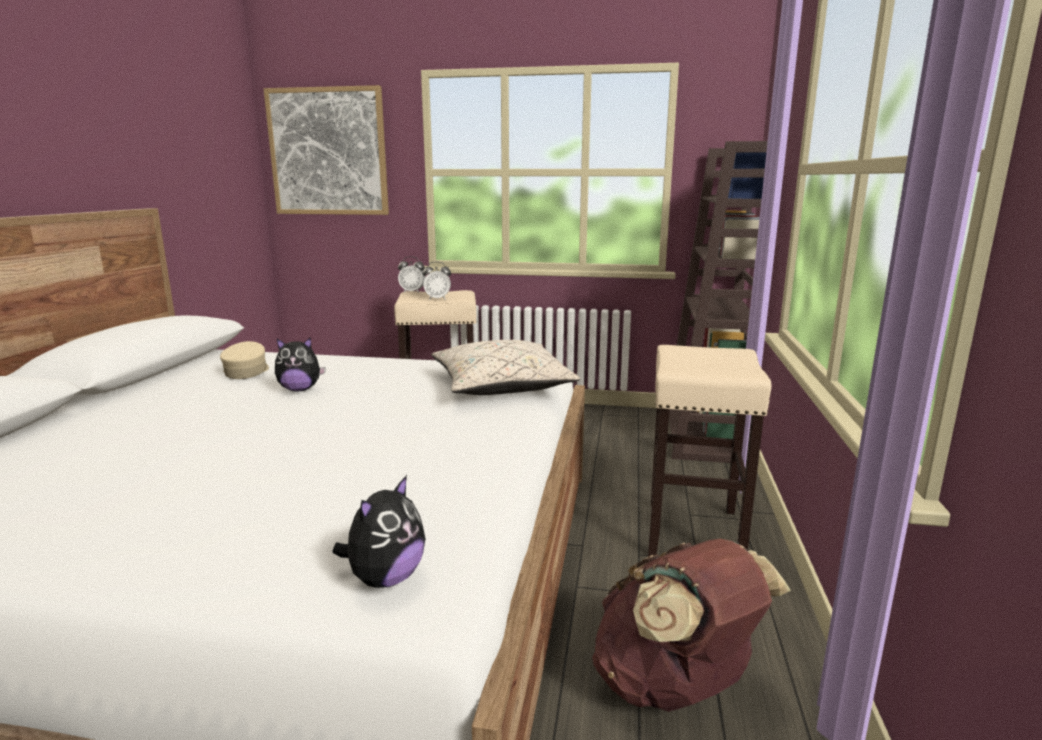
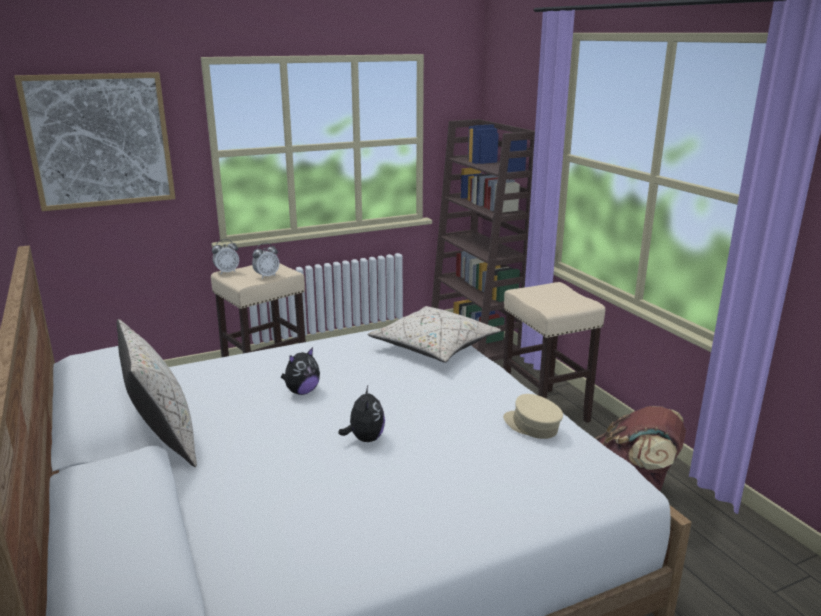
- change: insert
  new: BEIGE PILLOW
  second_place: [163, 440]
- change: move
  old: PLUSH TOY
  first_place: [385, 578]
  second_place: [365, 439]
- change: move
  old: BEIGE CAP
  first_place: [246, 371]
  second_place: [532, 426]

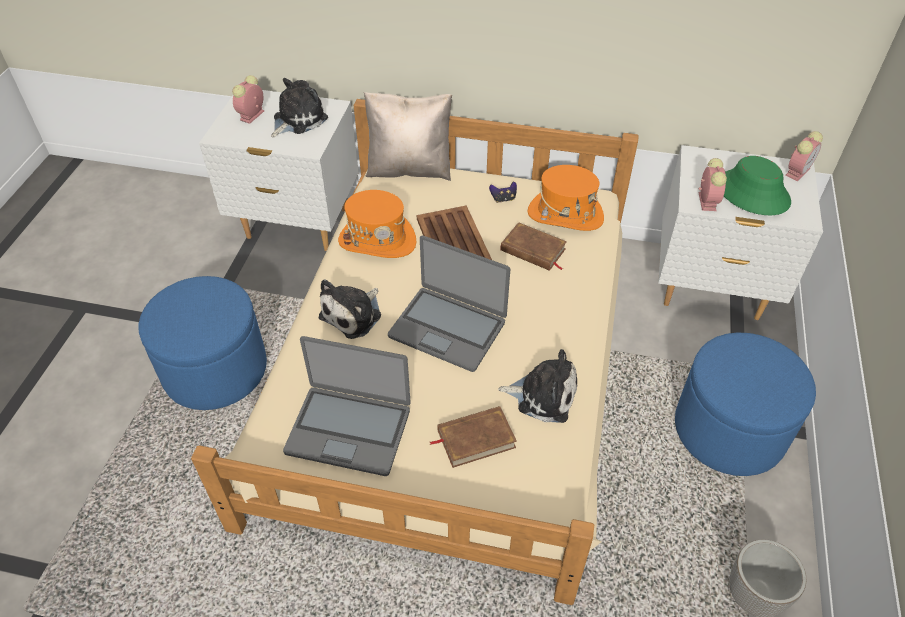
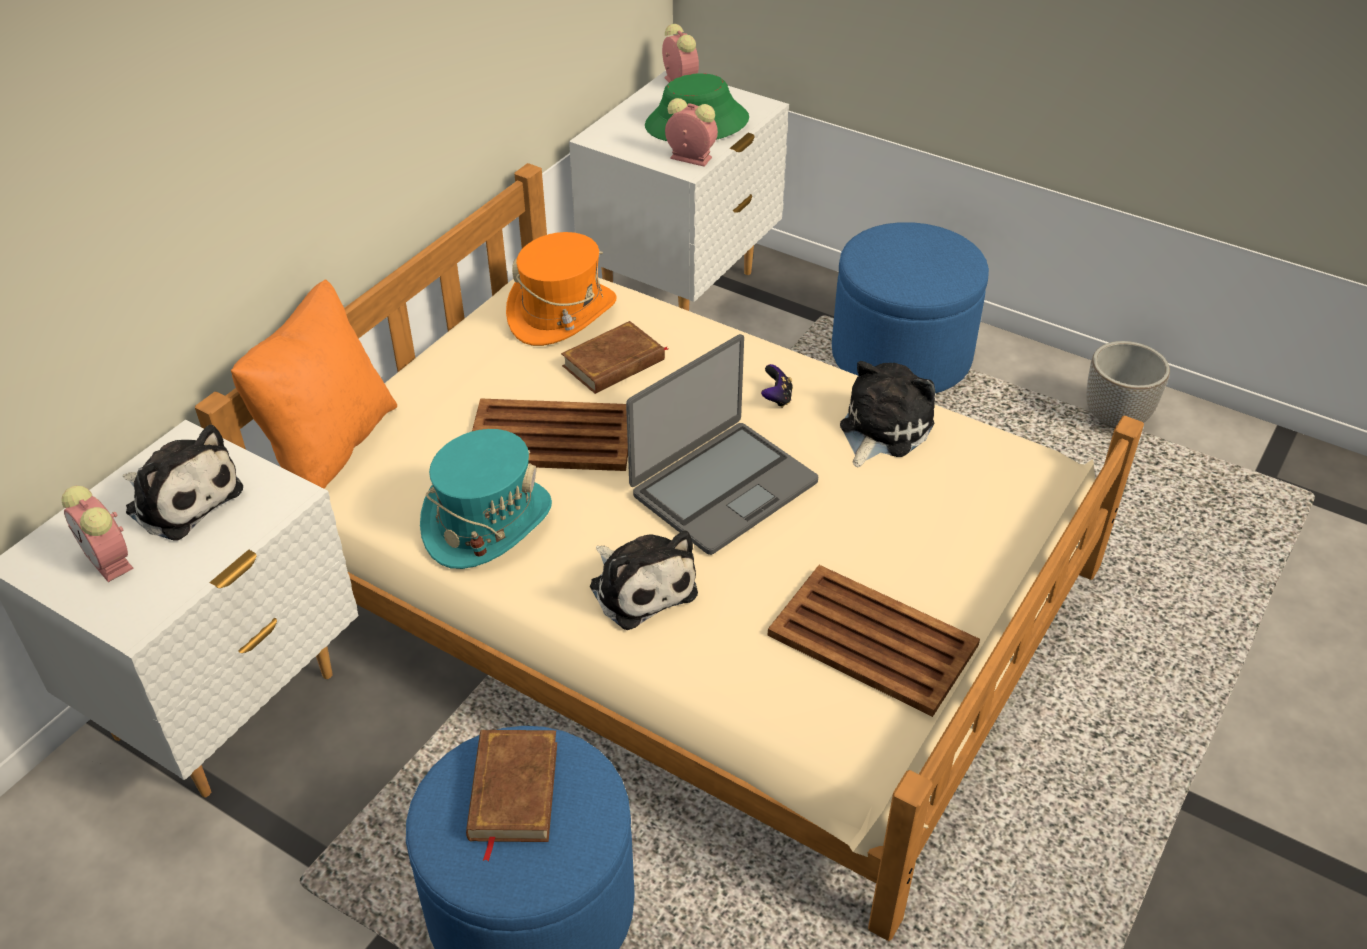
- change: rotate
  old: PLUSH TOY
  first_place: [297, 119]
  second_place: [181, 498]
  degrees: 150
- change: recolor
  old: BEIGE PILLOW
  new: ORANGE PILLOW
  first_place: [409, 169]
  second_place: [329, 446]
- change: recolor
  old: ORANGE HAT
  new: TURQUOISE HAT
  first_place: [377, 241]
  second_place: [487, 522]
- change: move
  old: BROWN BOOK
  first_place: [475, 438]
  second_place: [512, 791]
- change: move
  old: GAME CONTROLLER
  first_place: [503, 199]
  second_place: [776, 398]
- change: replace
  old: LAPTOP
  new: BROWN TRAY
  first_place: [349, 429]
  second_place: [871, 639]

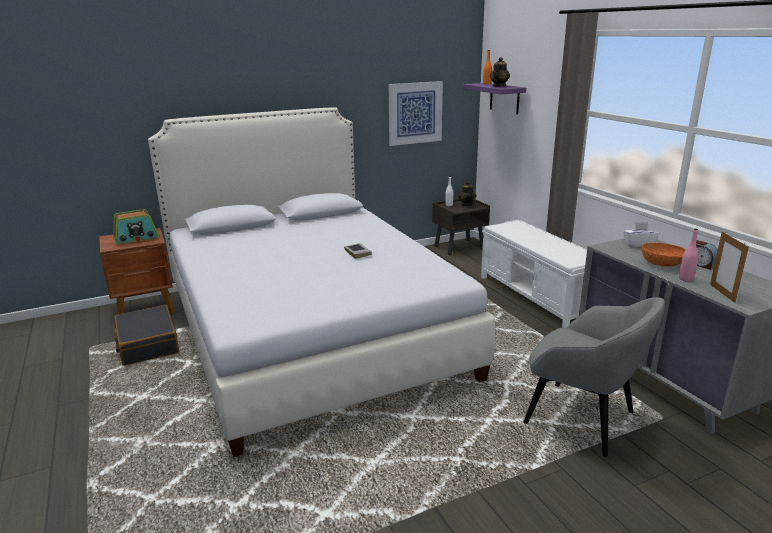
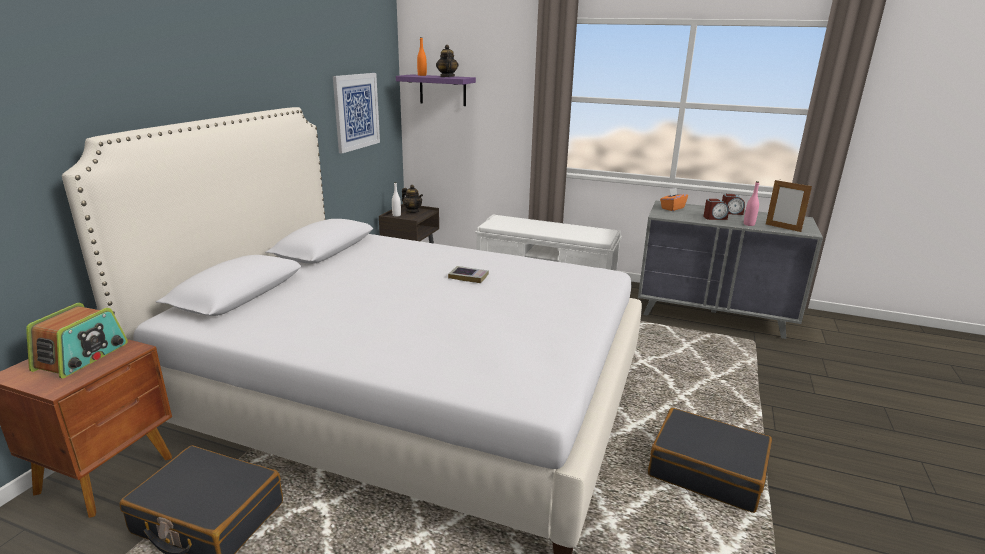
- change: insert
  new: BLACK SUITCASE
  second_place: [707, 470]
- change: recolor
  old: WHITE TISSUE BOX
  new: ORANGE TISSUE BOX
  first_place: [638, 244]
  second_place: [672, 208]
- change: replace
  old: ORANGE BOWL
  new: ALARM CLOCK
  first_place: [662, 263]
  second_place: [714, 218]
- change: delete
  old: GREY ARMCHAIR
  first_place: [582, 419]

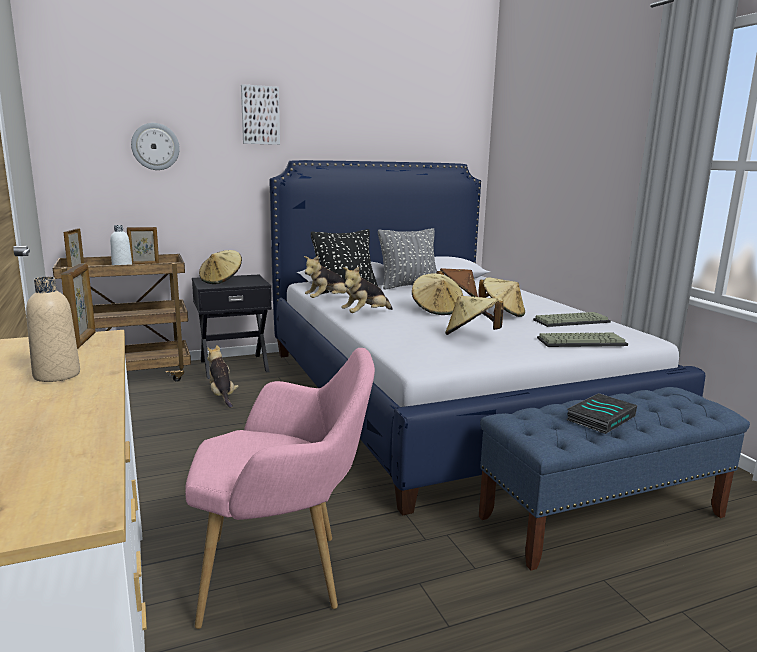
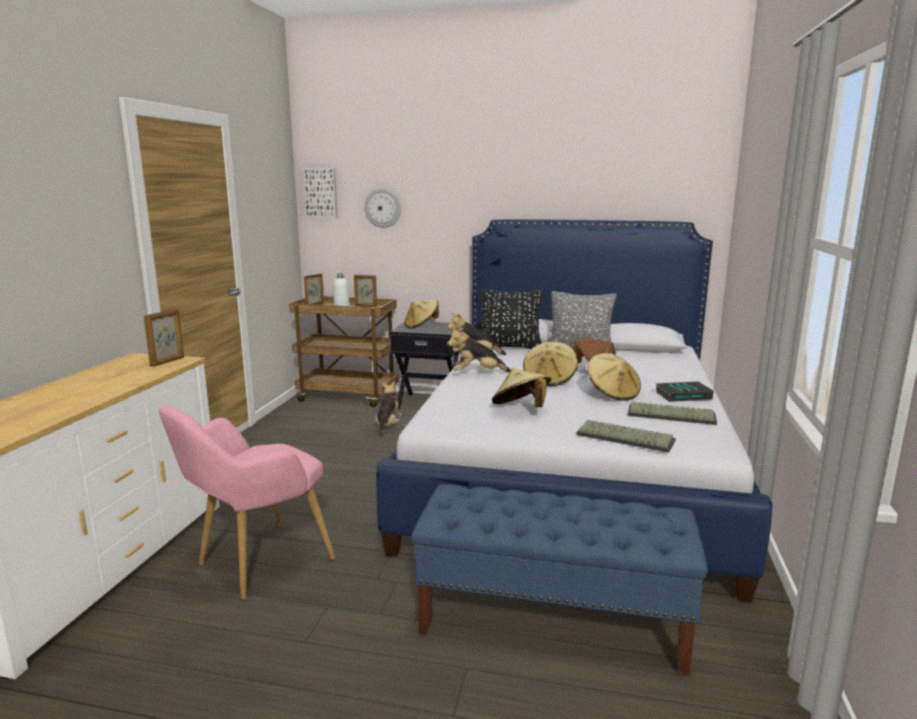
- change: rotate
  old: PINK ARMCHAIR
  first_place: [283, 575]
  second_place: [256, 564]
  degrees: 105
- change: move
  old: PICTURE
  first_place: [260, 115]
  second_place: [321, 193]
- change: move
  old: BOOK
  first_place: [600, 417]
  second_place: [683, 395]
- change: delete
  old: BEIGE BOTTLE
  first_place: [57, 375]

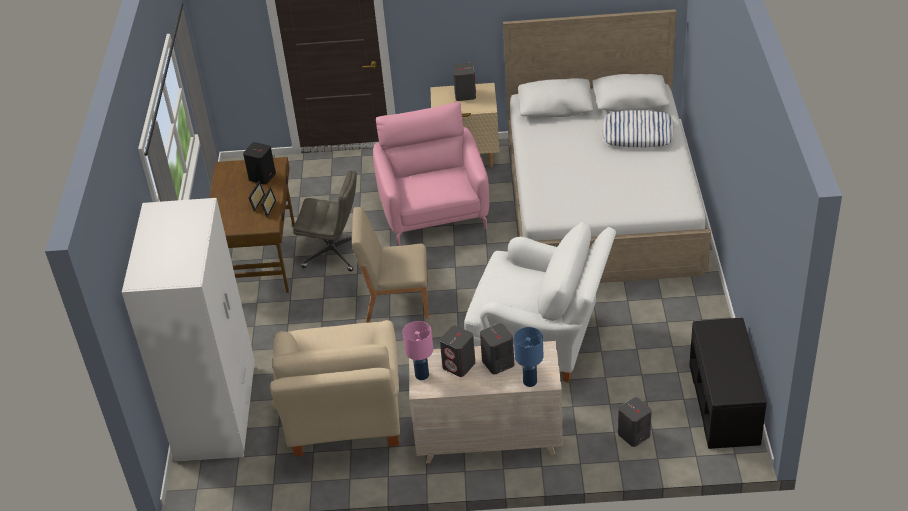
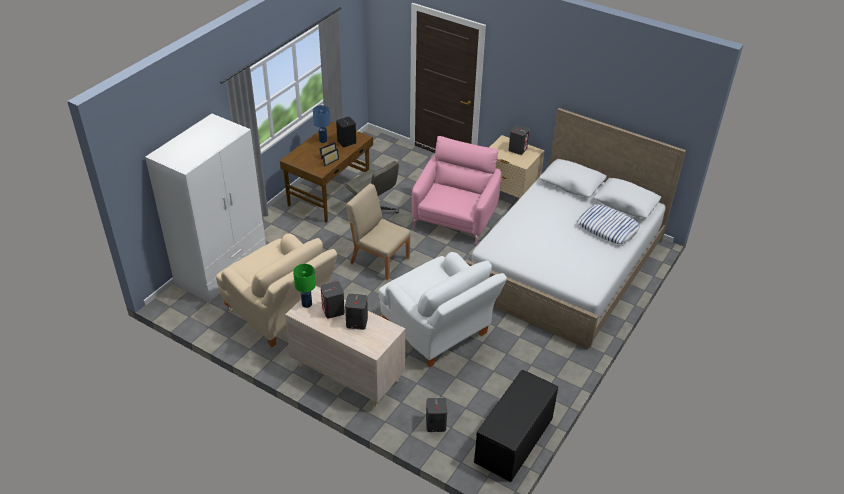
- change: rotate
  old: BEIGE ARMCHAIR
  first_place: [345, 420]
  second_place: [281, 313]
  degrees: -75
- change: recolor
  old: PINK TABLE LAMP
  new: GREEN TABLE LAMP
  first_place: [422, 375]
  second_place: [307, 304]
- change: move
  old: BLUE TABLE LAMP
  first_place: [530, 382]
  second_place: [323, 140]

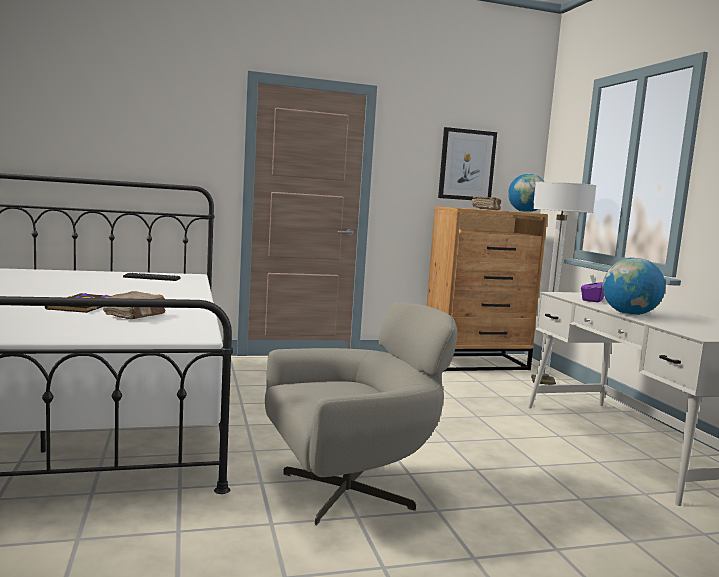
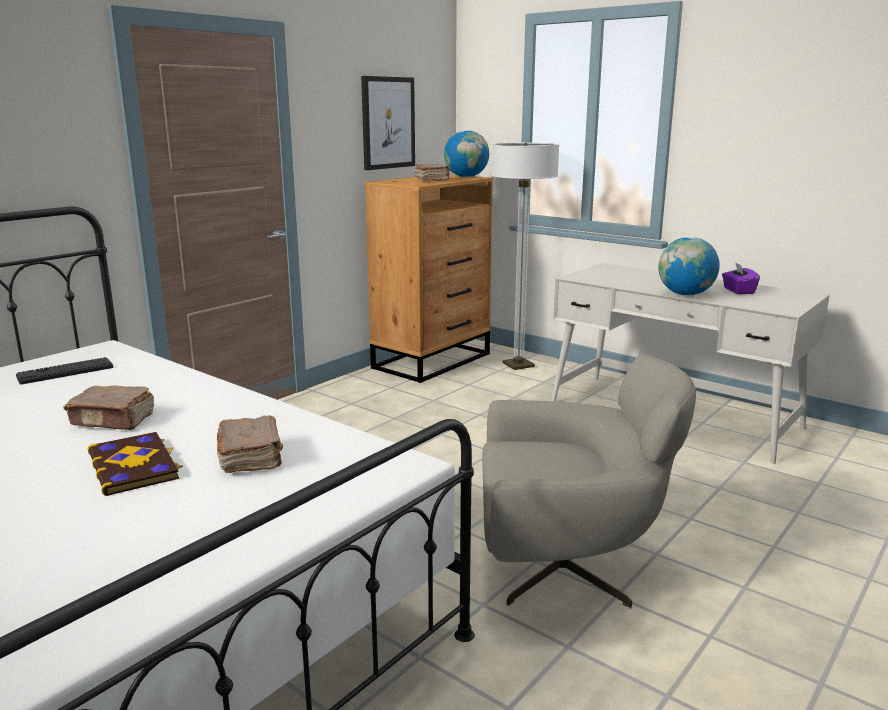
- change: insert
  new: BROWN BOOK
  second_place: [113, 420]
- change: rotate
  old: GREY ARMCHAIR
  first_place: [352, 490]
  second_place: [568, 569]
  degrees: 60
- change: move
  old: PURPLE TISSUE BOX
  first_place: [592, 300]
  second_place: [738, 291]

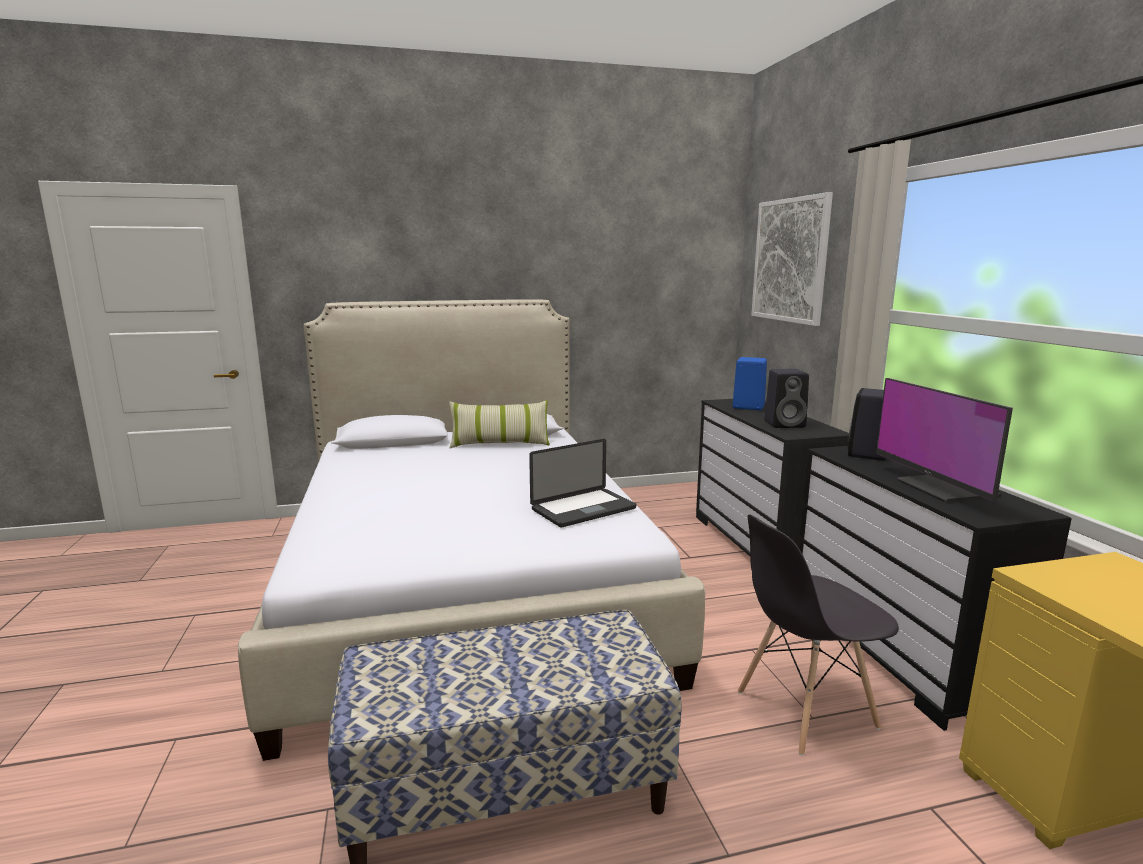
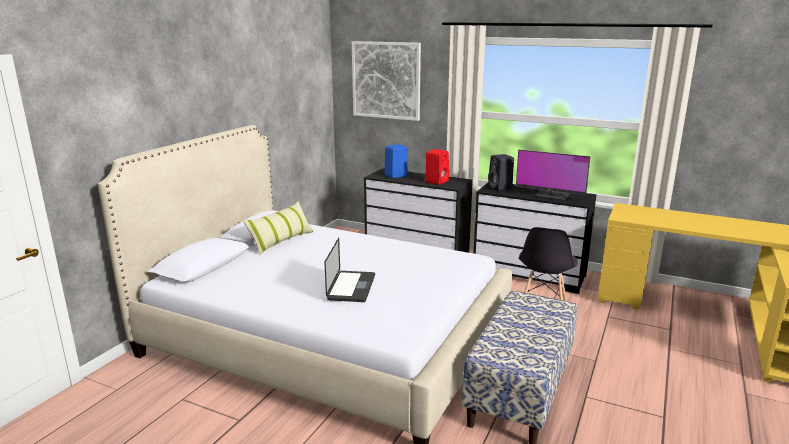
- change: move
  old: LAPTOP
  first_place: [583, 509]
  second_place: [351, 287]
- change: recolor
  old: BLACK SPEAKER
  new: RED SPEAKER
  first_place: [785, 424]
  second_place: [437, 181]

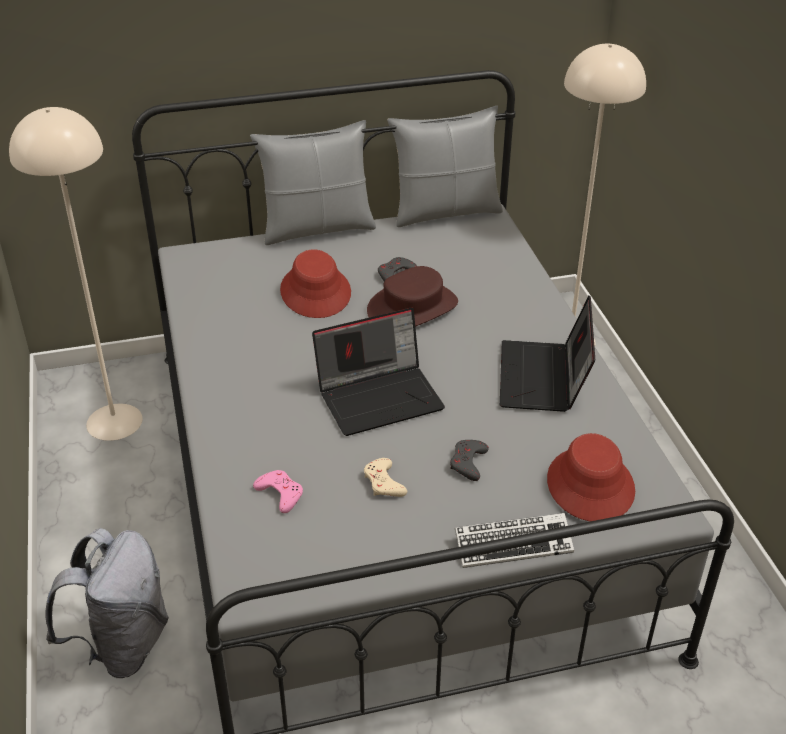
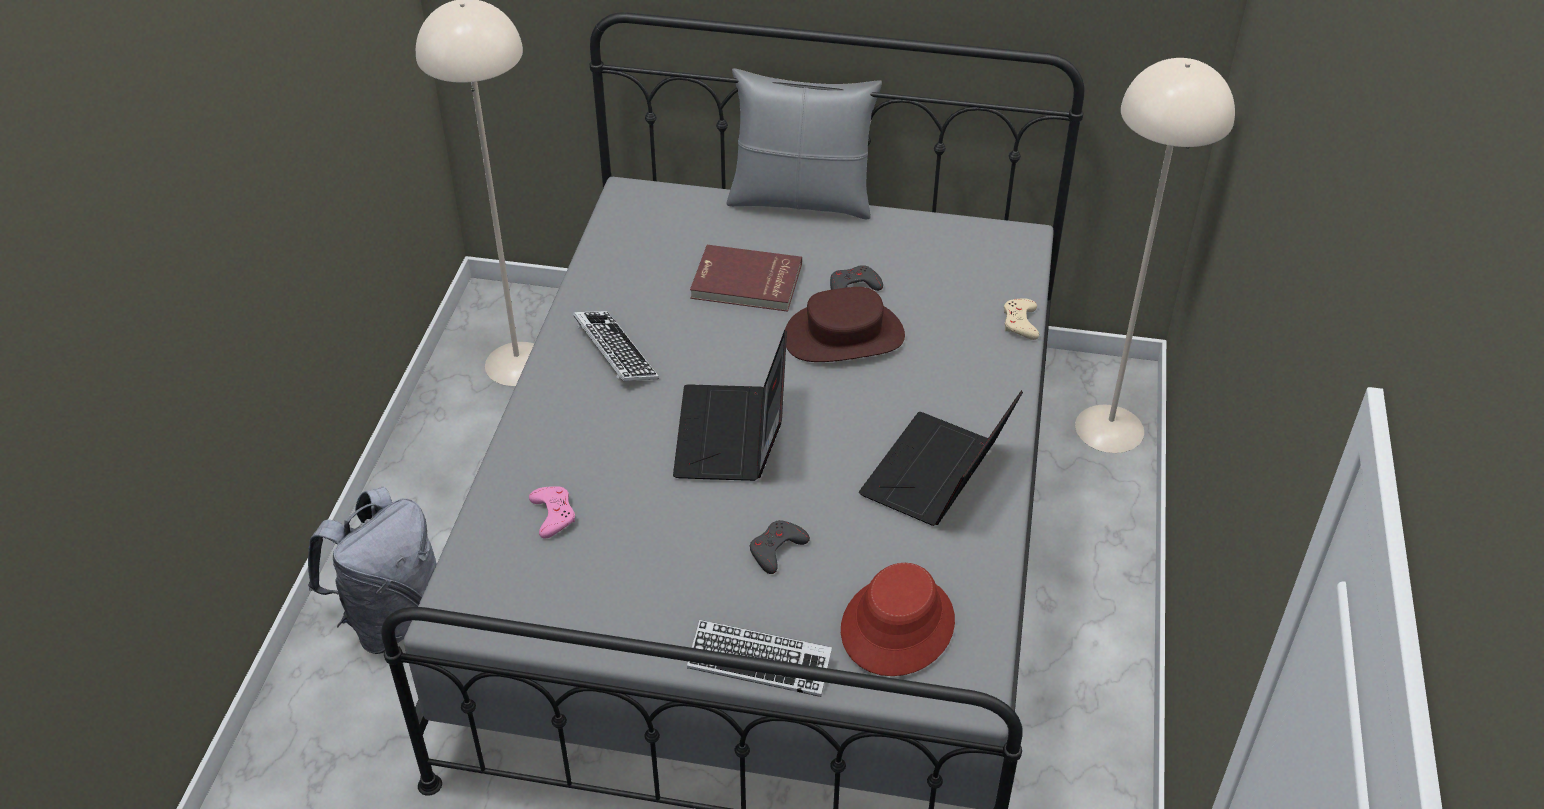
- change: insert
  new: KEYBOARD
  second_place: [615, 352]
- change: rotate
  old: LAPTOP
  first_place: [380, 396]
  second_place: [733, 436]
  degrees: 90
- change: replace
  old: RED HAT
  new: RED BOOK
  first_place: [316, 292]
  second_place: [746, 283]
- change: move
  old: BEIGE GAME CONTROLLER
  first_place: [384, 483]
  second_place: [1020, 323]
- change: delete
  old: GREY PILLOW
  first_place: [445, 212]

